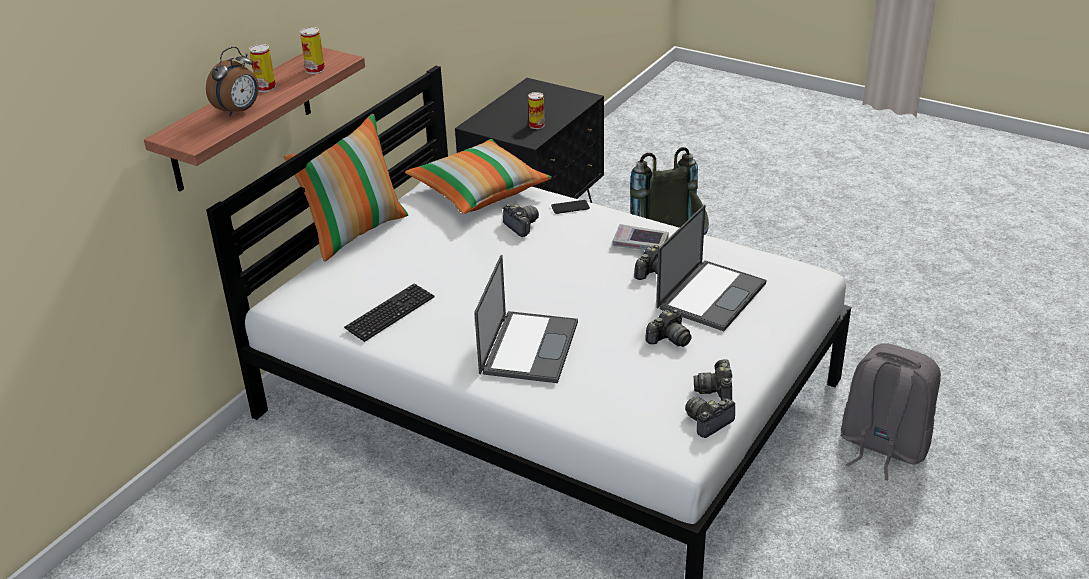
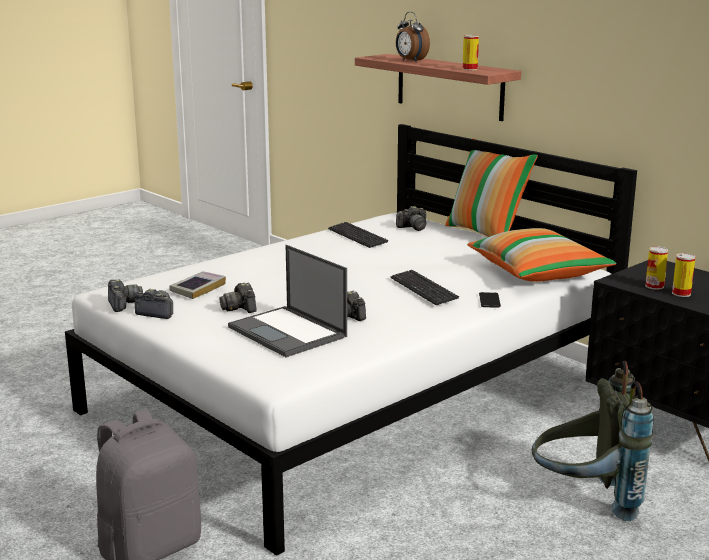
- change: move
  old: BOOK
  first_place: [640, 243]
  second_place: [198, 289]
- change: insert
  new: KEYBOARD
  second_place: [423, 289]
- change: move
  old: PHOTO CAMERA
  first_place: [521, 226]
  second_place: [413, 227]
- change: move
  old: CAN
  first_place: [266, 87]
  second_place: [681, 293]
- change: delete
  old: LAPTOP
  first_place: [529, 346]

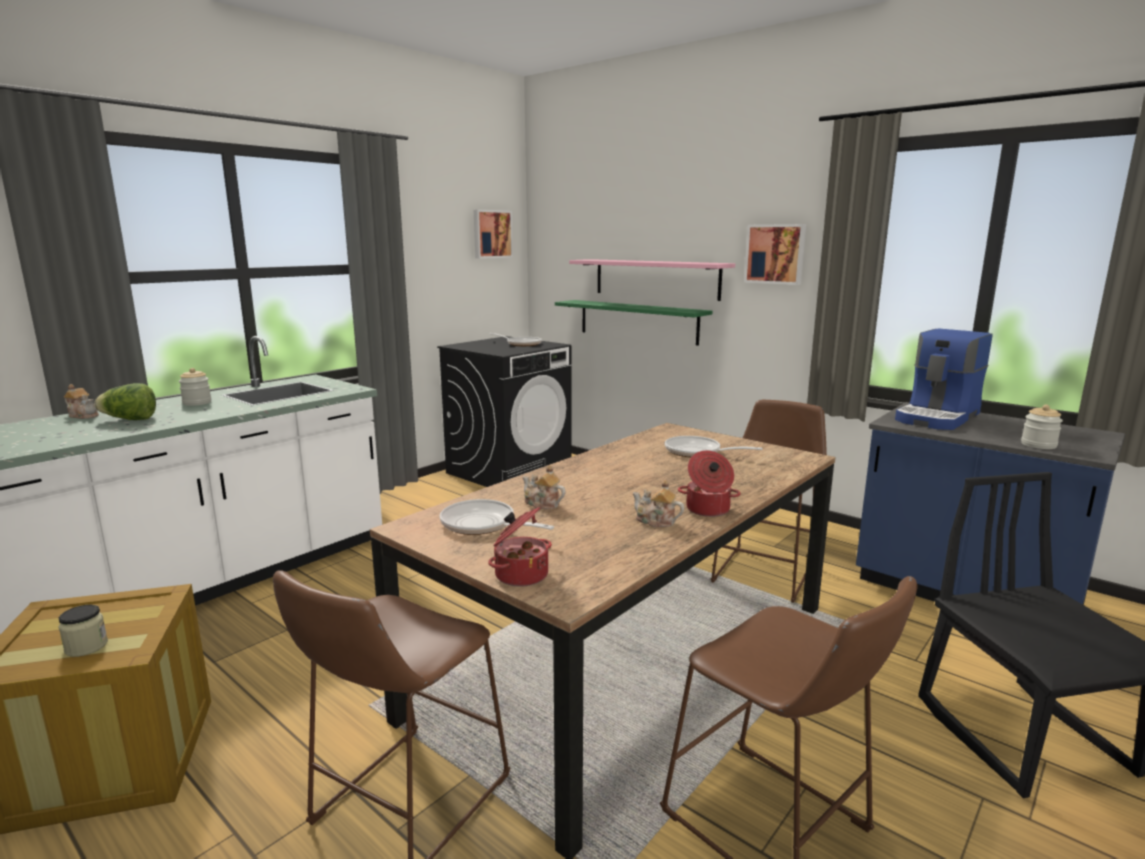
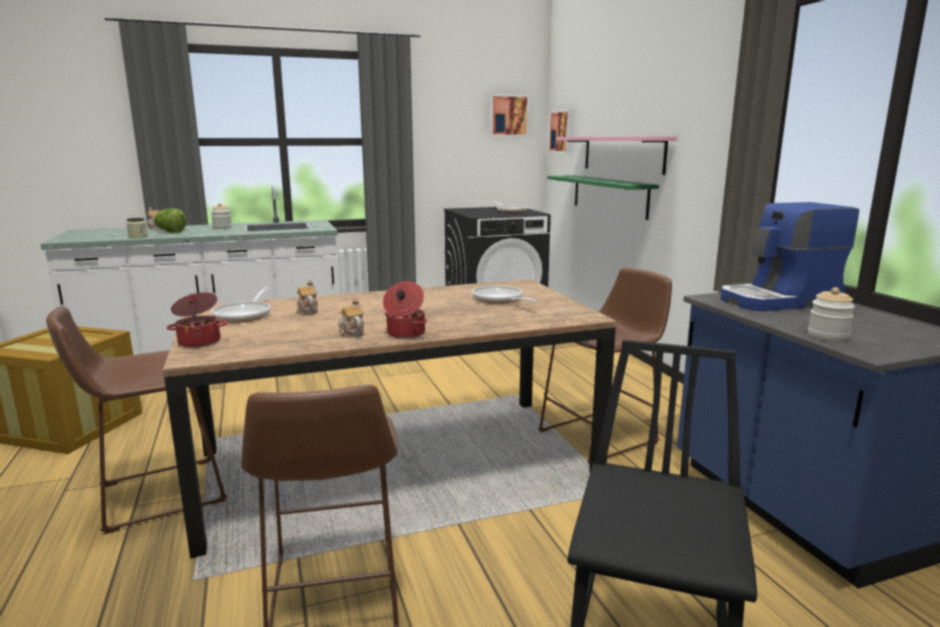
- change: move
  old: JAR
  first_place: [86, 646]
  second_place: [138, 236]
- change: rotate
  old: FRYING PAN
  first_place: [483, 525]
  second_place: [245, 315]
  degrees: -150
- change: move
  old: PICTURE
  first_place: [775, 254]
  second_place: [562, 131]

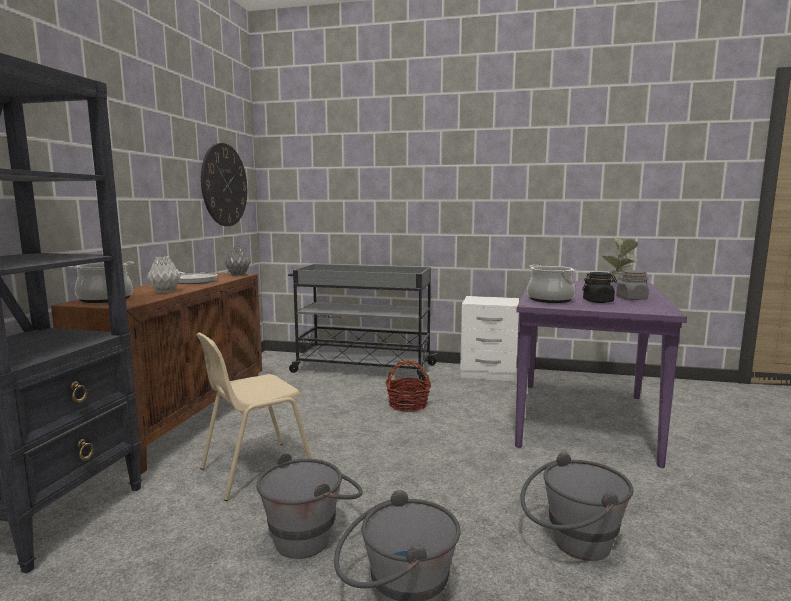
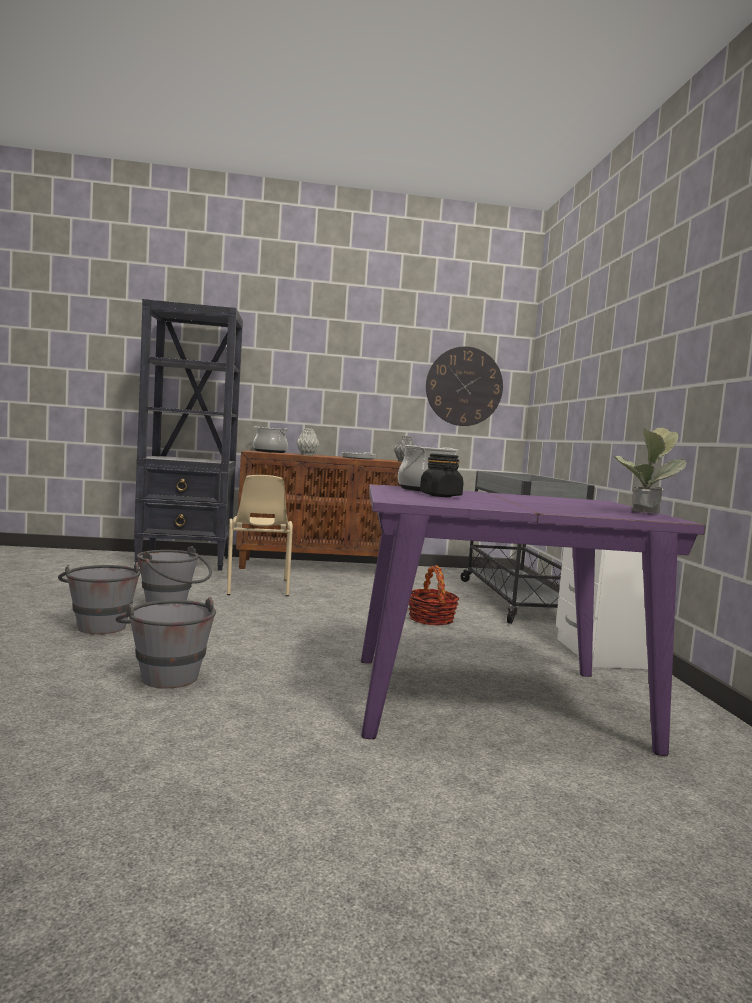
- change: rotate
  old: BEIGE CHAIR
  first_place: [255, 470]
  second_place: [257, 587]
  degrees: -135
- change: delete
  old: GREY JAR
  first_place: [631, 299]

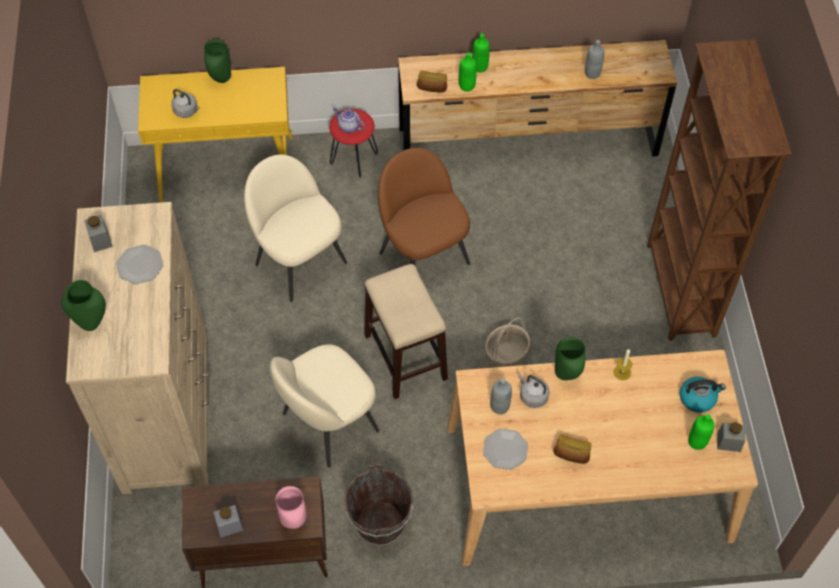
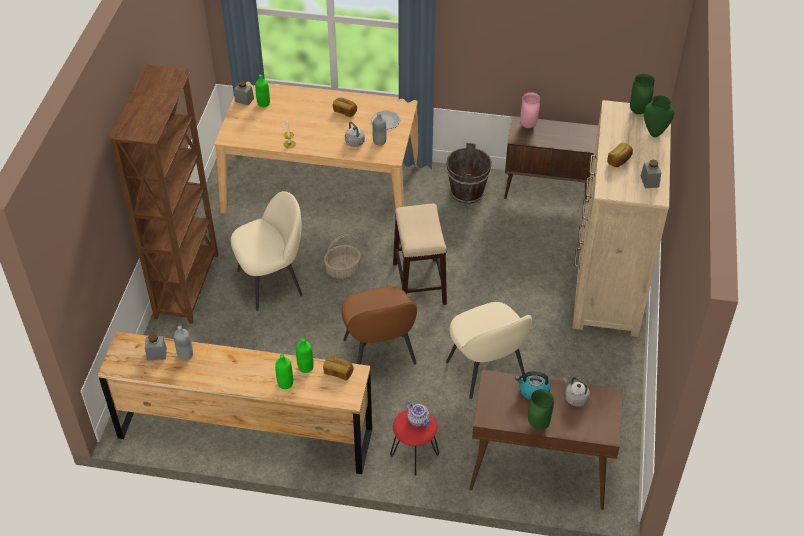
- change: move
  old: GREY JAR
  first_place: [229, 525]
  second_place: [156, 354]
- change: move
  old: BEIGE CHAIR
  first_place: [328, 423]
  second_place: [272, 282]
- change: recolor
  old: YELLOW CONSOLE TABLE
  new: BROWN CONSOLE TABLE
  first_place: [228, 170]
  second_place: [538, 470]
- change: move
  old: KETTLE
  first_place: [698, 398]
  second_place: [533, 391]
- change: replace
  old: PLATE
  new: BREAD
  first_place: [140, 265]
  second_place: [619, 160]
- change: move
  old: GREEN VASE
  first_place: [567, 374]
  second_place: [637, 111]

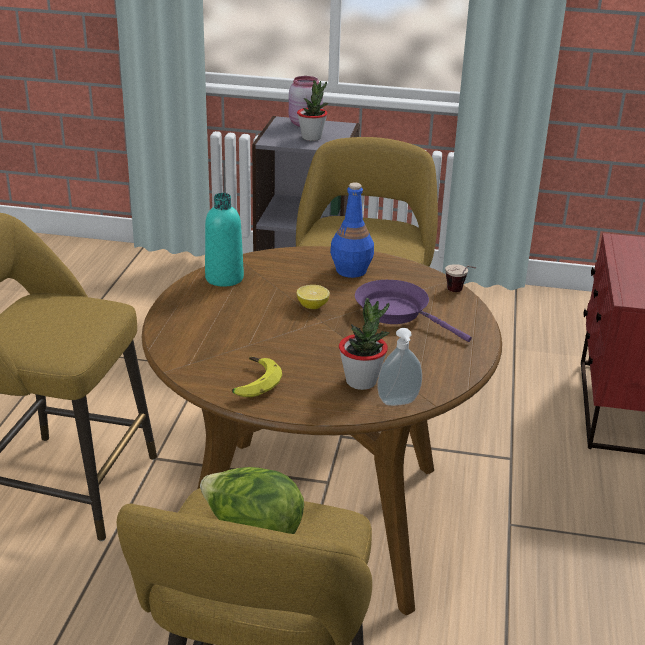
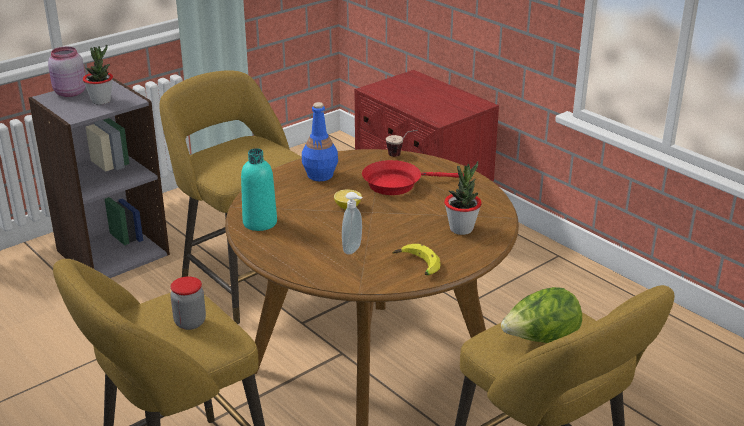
- change: insert
  new: JAR
  second_place: [190, 322]
- change: move
  old: SOAP DISPENSER
  first_place: [399, 403]
  second_place: [353, 249]
- change: recolor
  old: PURPLE FRYING PAN
  new: RED FRYING PAN
  first_place: [397, 313]
  second_place: [397, 184]

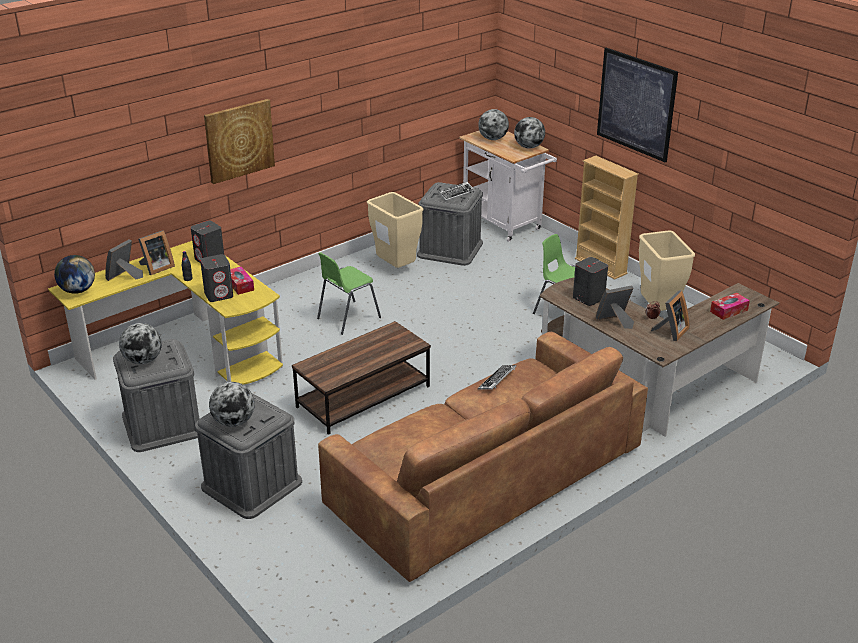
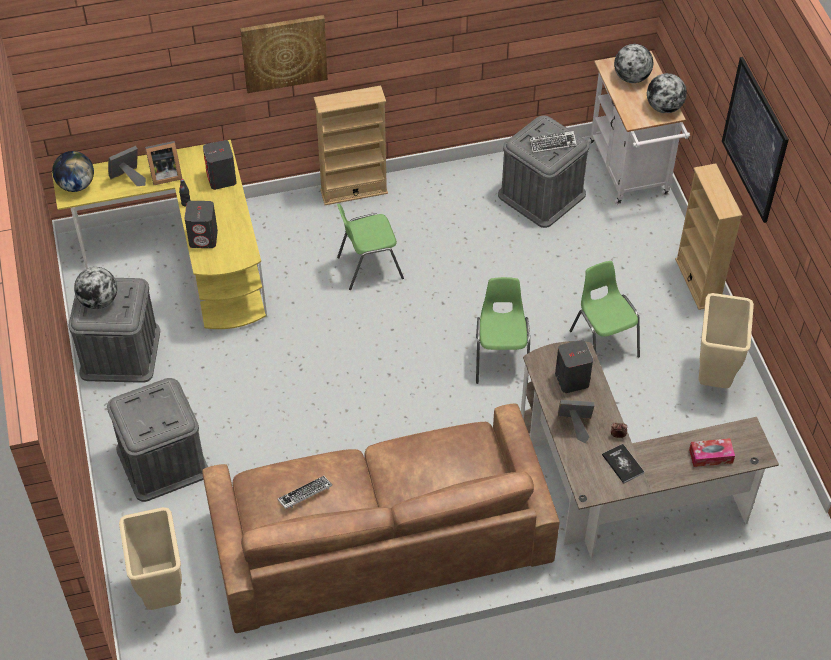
- change: move
  old: BEIGE TRASH CAN
  first_place: [395, 268]
  second_place: [162, 592]
- change: move
  old: KEYBOARD
  first_place: [497, 380]
  second_place: [305, 494]
- change: insert
  new: BEIGE BOOKCASE
  second_place: [354, 191]
- change: insert
  new: GREEN CHAIR
  second_place: [501, 359]
- change: replace
  old: PICTURE FRAME
  new: BOOK
  first_place: [671, 332]
  second_place: [622, 464]
- change: delete
  old: GLOBE
  first_place: [233, 422]
- change: delete
  old: TISSUE BOX
  first_place: [240, 285]
- change: delete
  old: BROWN COFFEE TABLE
  first_place: [363, 397]

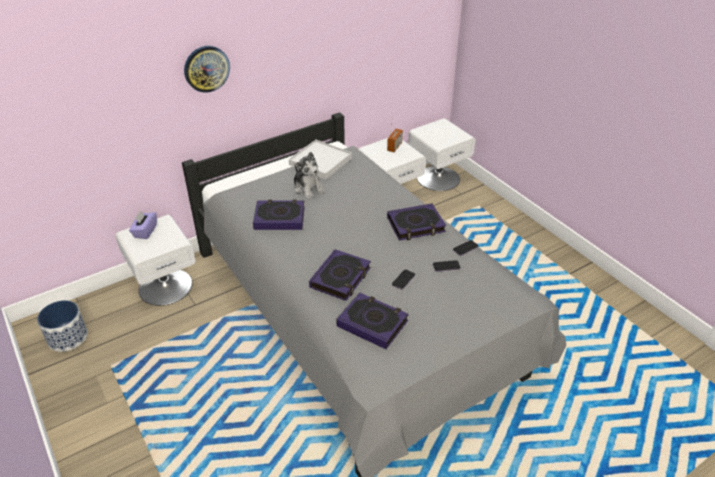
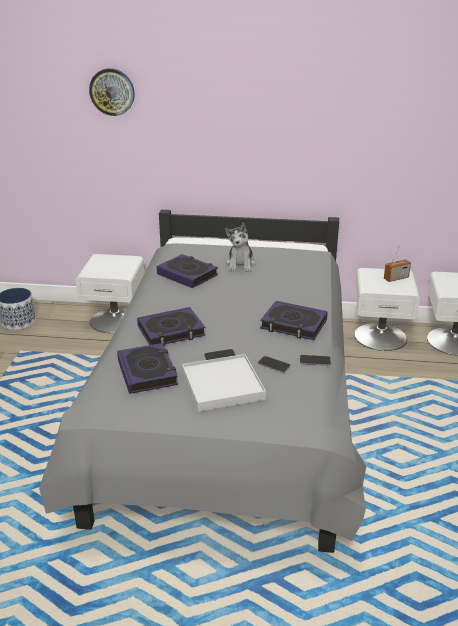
- change: move
  old: WALL CLOCK
  first_place: [206, 68]
  second_place: [112, 92]
- change: move
  old: WHITE TRAY
  first_place: [320, 161]
  second_place: [222, 385]
- change: delete
  old: PURPLE TISSUE BOX
  first_place: [145, 231]

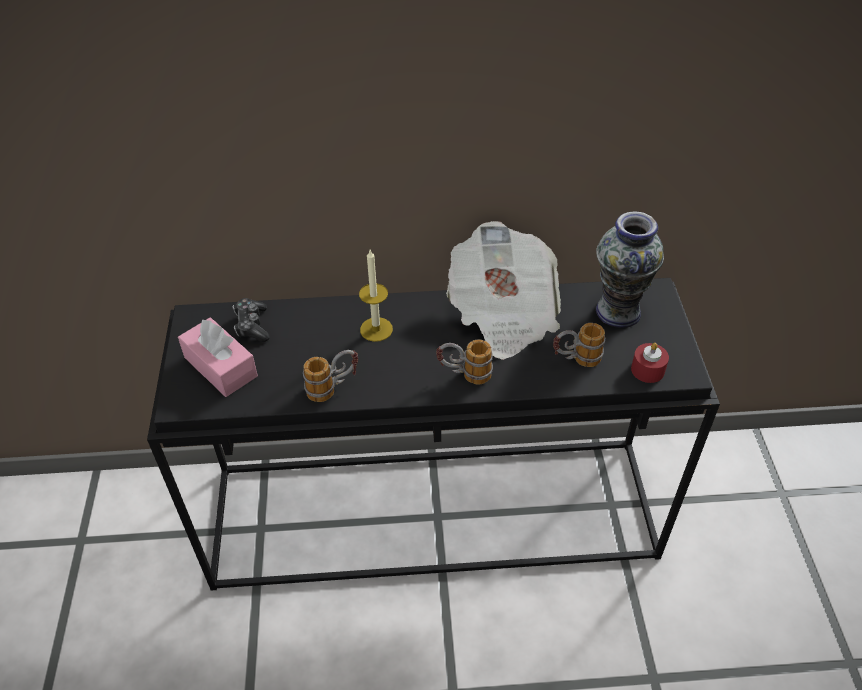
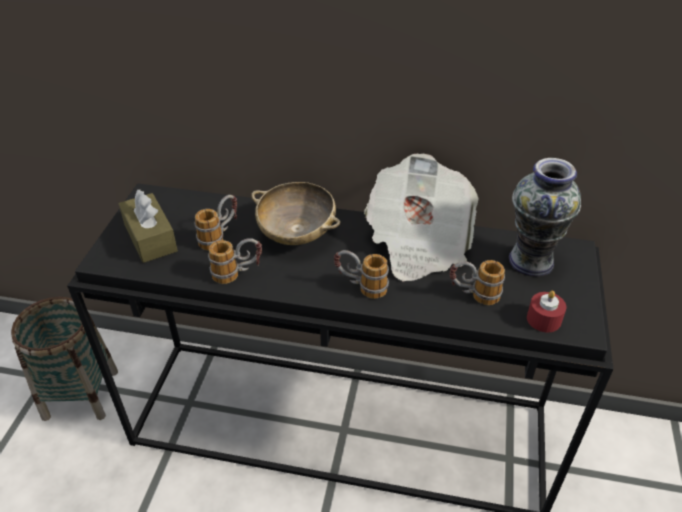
- change: insert
  new: BASKET
  second_place: [81, 394]
- change: recolor
  old: PINK TISSUE BOX
  new: BROWN TISSUE BOX
  first_place: [220, 367]
  second_place: [150, 238]
- change: insert
  new: MUG
  second_place: [220, 236]
- change: replace
  old: CANDLE
  new: BEIGE BOWL
  first_place: [376, 329]
  second_place: [296, 233]
- change: delete
  old: GAME CONTROLLER
  first_place: [252, 325]

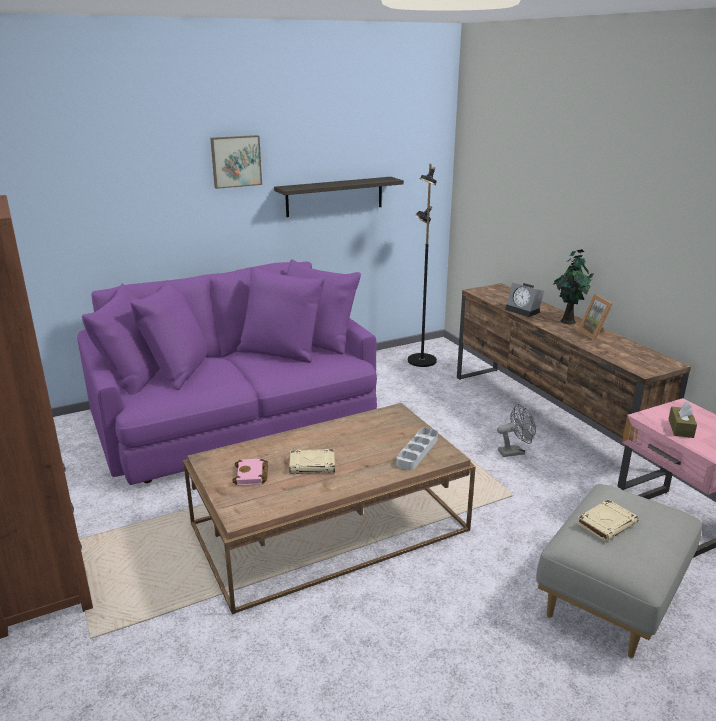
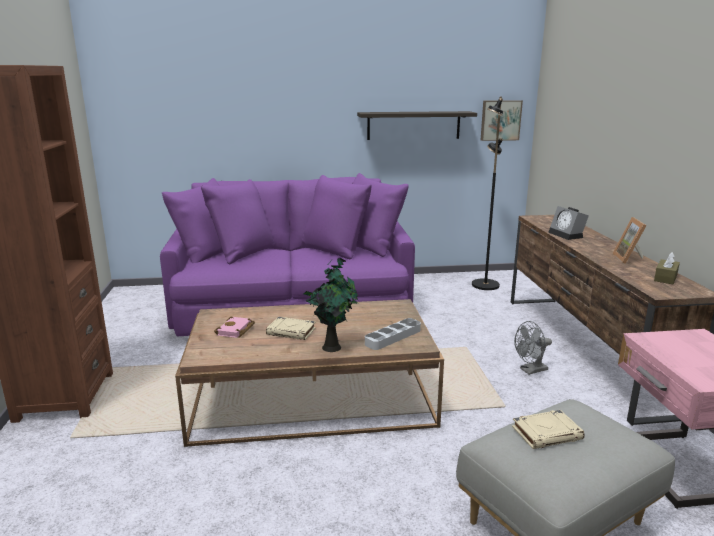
- change: move
  old: POTTED PLANT
  first_place: [567, 321]
  second_place: [332, 346]
- change: move
  old: PICTURE
  first_place: [236, 161]
  second_place: [500, 120]
- change: rotate
  old: GREY FAN
  first_place: [515, 452]
  second_place: [530, 370]
  degrees: 150
- change: move
  old: BROWN TISSUE BOX
  first_place: [680, 428]
  second_place: [665, 278]

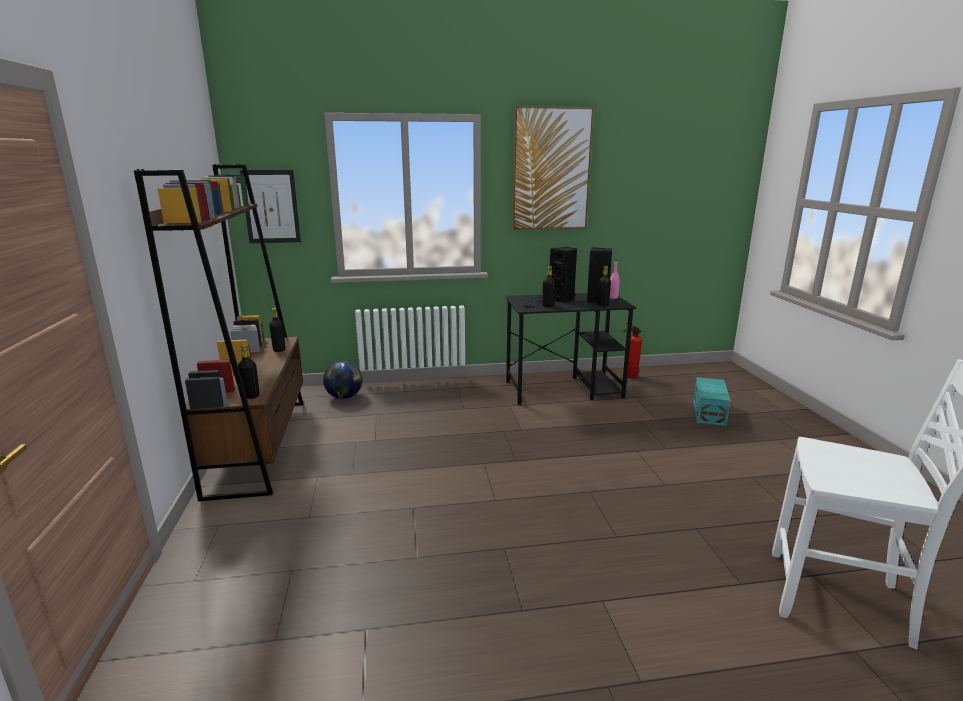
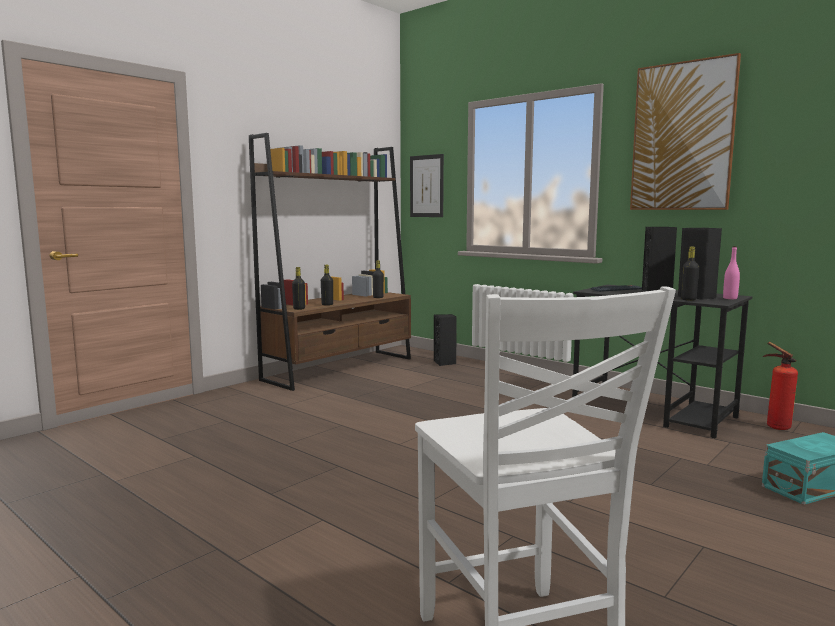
- change: move
  old: BLACK BOTTLE
  first_place: [548, 306]
  second_place: [327, 305]
- change: replace
  old: GLOBE
  new: BLACK SPEAKER
  first_place: [344, 397]
  second_place: [445, 363]

